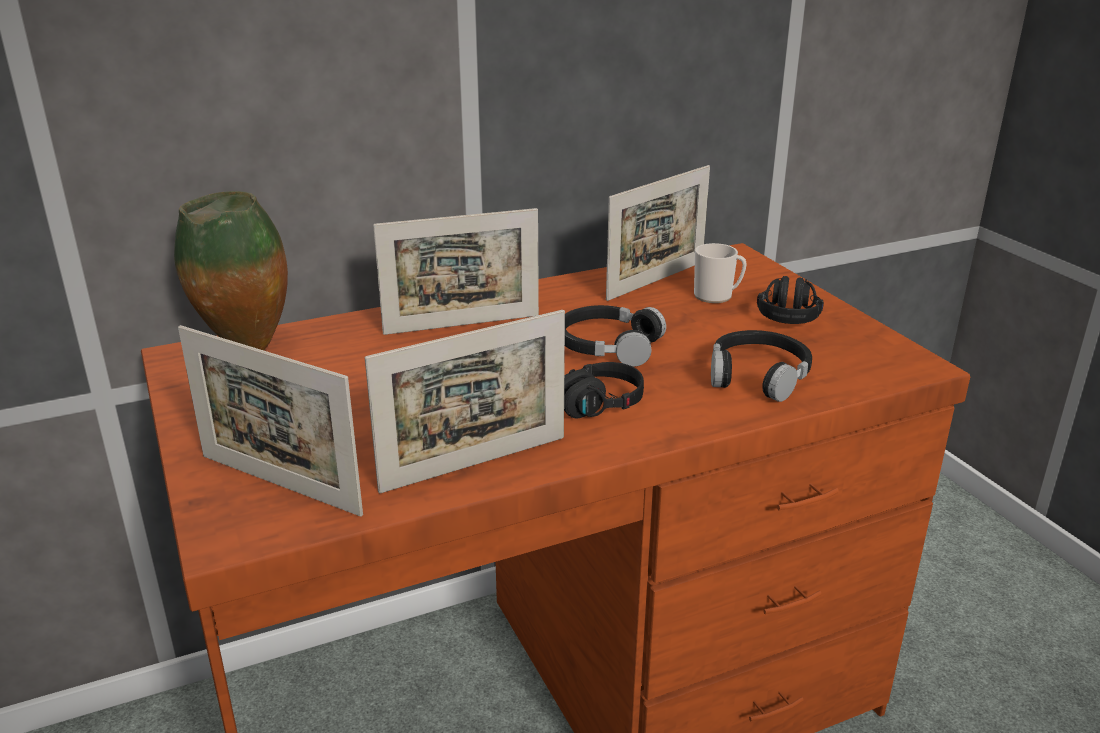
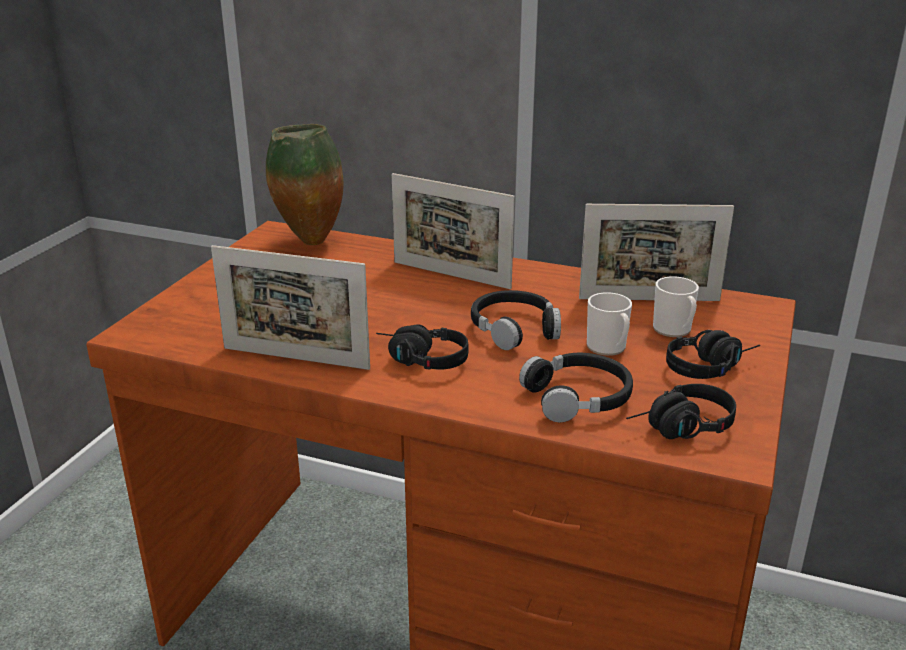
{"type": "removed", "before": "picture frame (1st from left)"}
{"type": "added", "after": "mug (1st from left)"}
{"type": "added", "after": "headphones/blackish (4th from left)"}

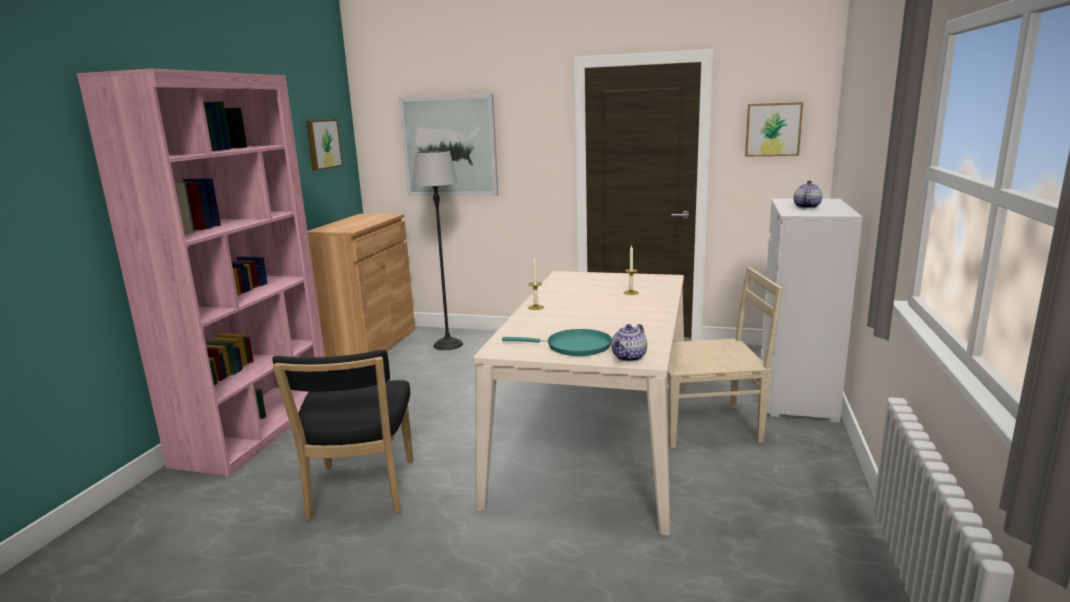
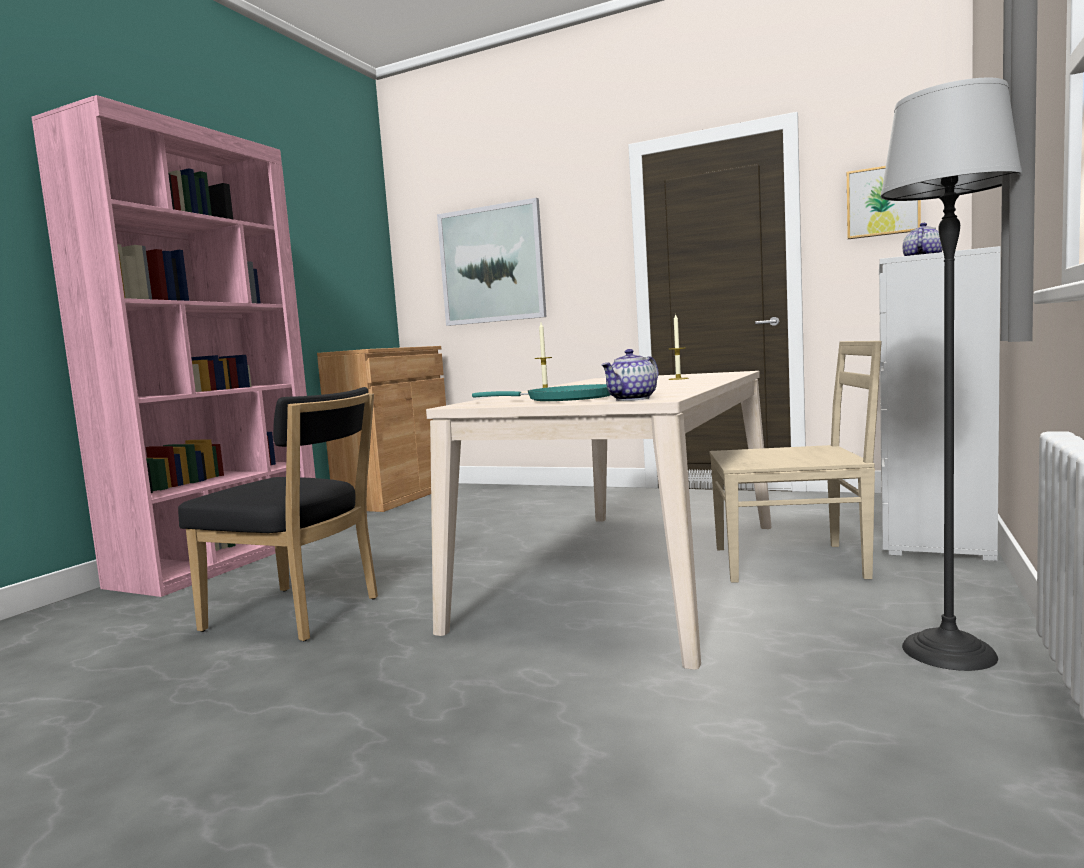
{"type": "removed", "before": "picture (1st from left)"}
{"type": "moved", "before": "floor lamp"}
{"type": "turned", "before": "plain chair/blackish", "turn": -75}

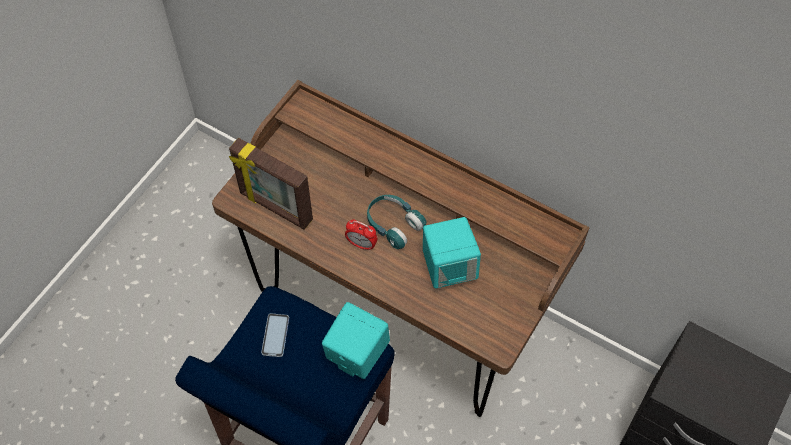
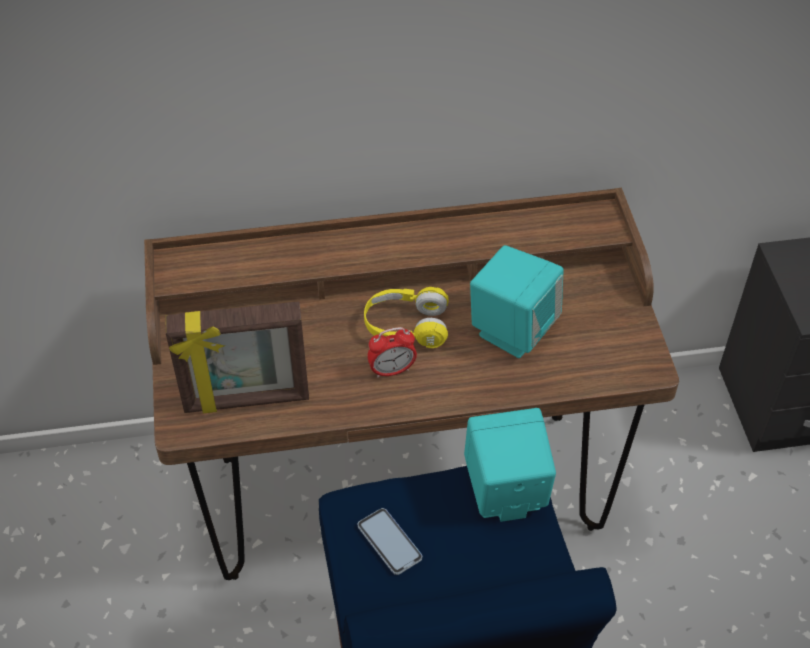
{"type": "recoloured", "before": "headphones/turquoise", "after": "headphones/yellowish"}

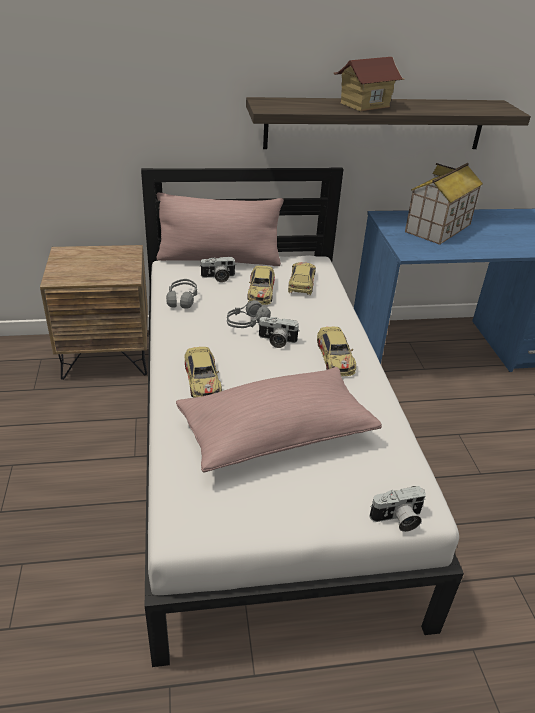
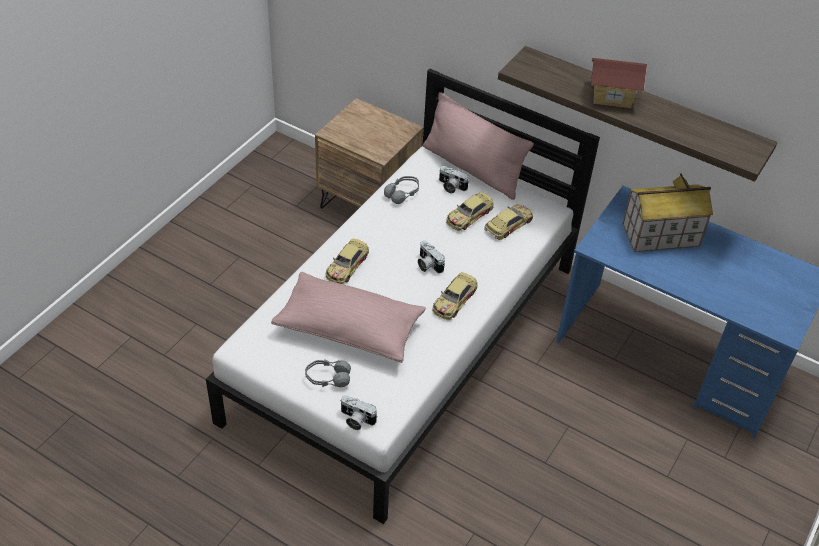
{"type": "moved", "before": "headphones/grey (2nd from left in the first image)", "after": "headphones/grey (1st from left)"}

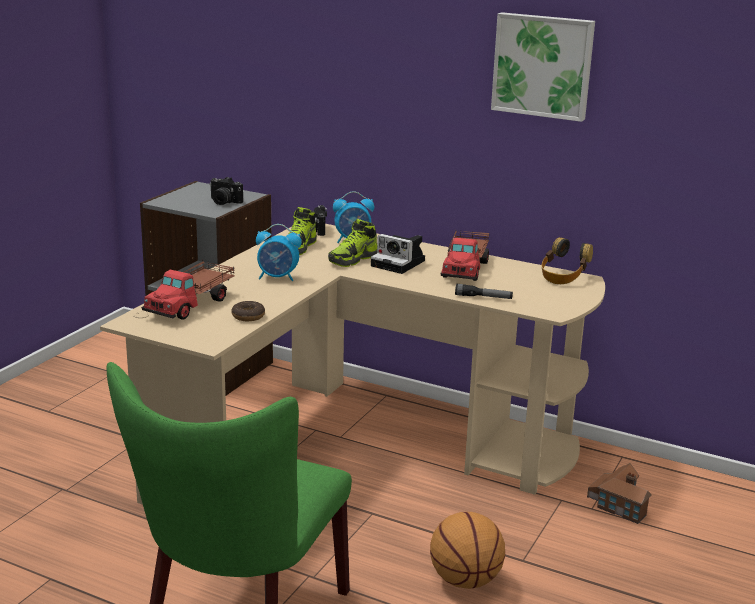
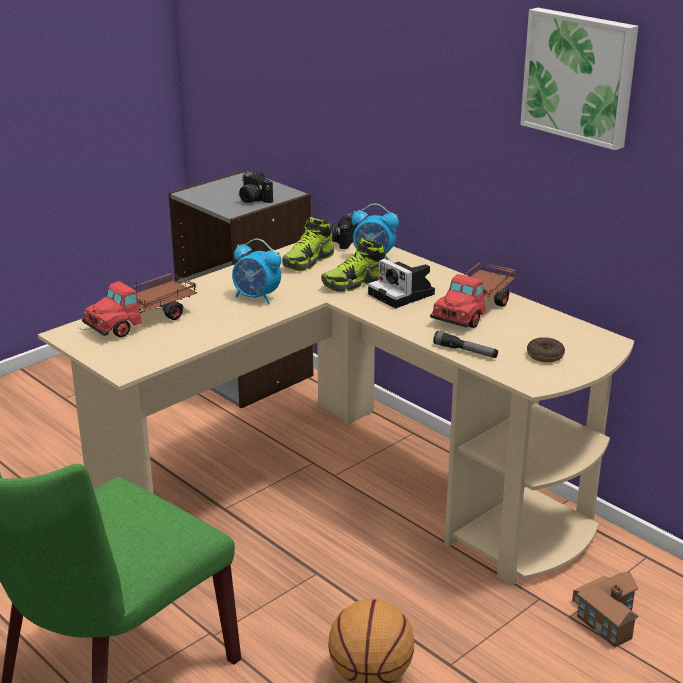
{"type": "removed", "before": "headphones"}
{"type": "moved", "before": "ring doughnut"}

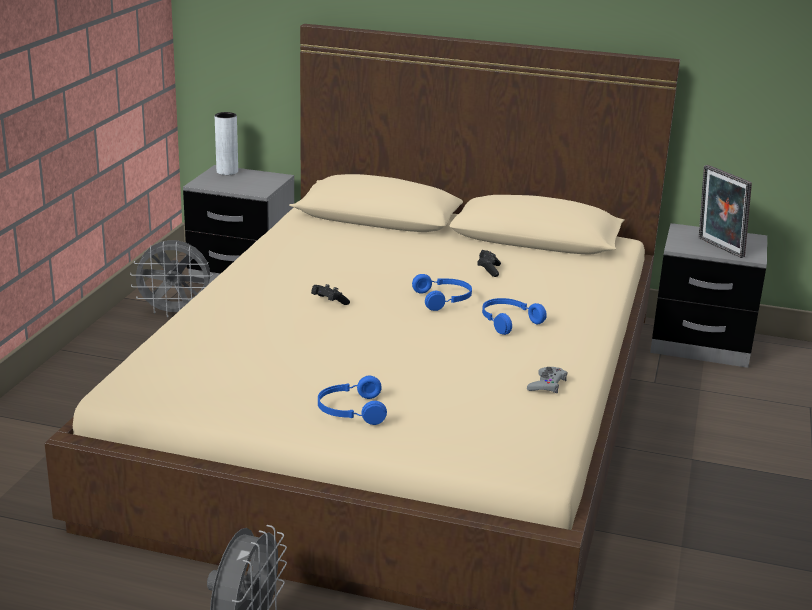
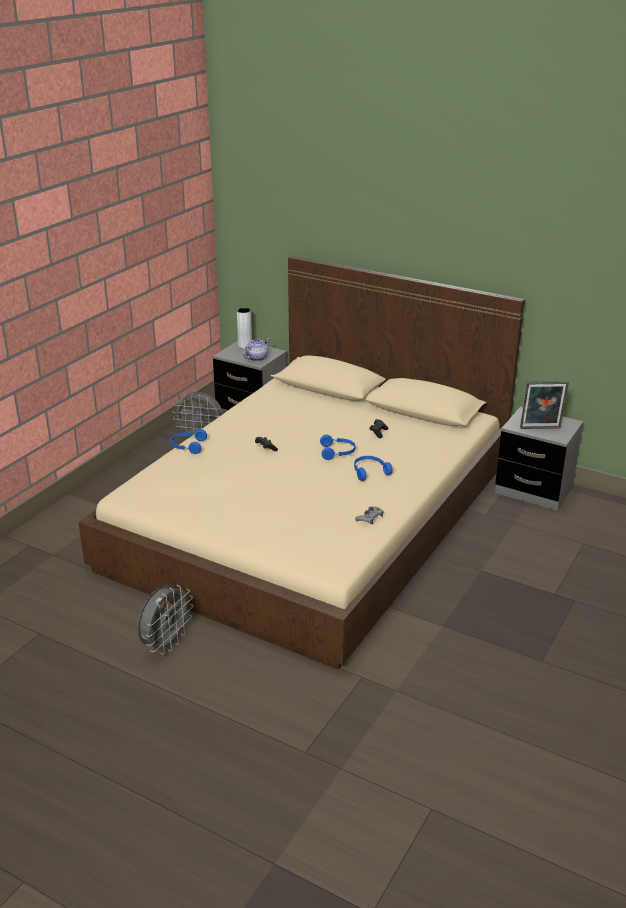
{"type": "added", "after": "teapot"}
{"type": "moved", "before": "headphones/blue-coloured (1st from left)"}
{"type": "turned", "before": "picture frame", "turn": -75}

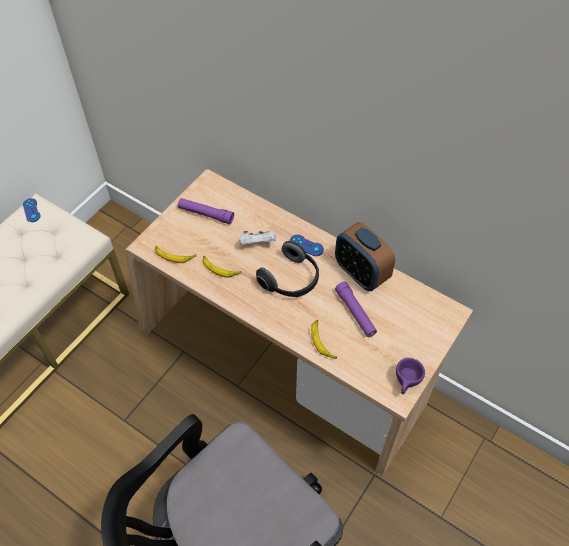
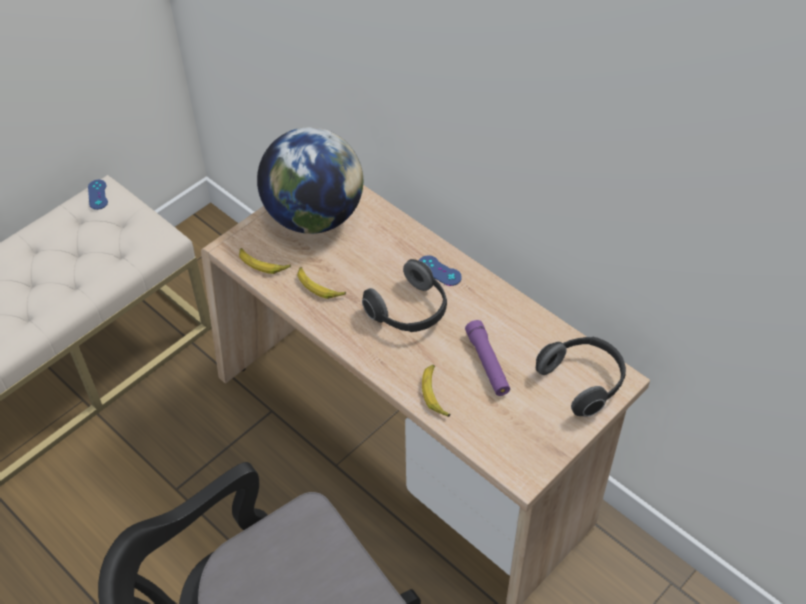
{"type": "removed", "before": "game controller/white-coloured"}
{"type": "removed", "before": "alarm clock"}
{"type": "removed", "before": "cup/purple-coloured"}
{"type": "added", "after": "headphones (2nd from left)"}
{"type": "replaced", "before": "torch/purple-coloured (1st from left)", "after": "desk globe"}

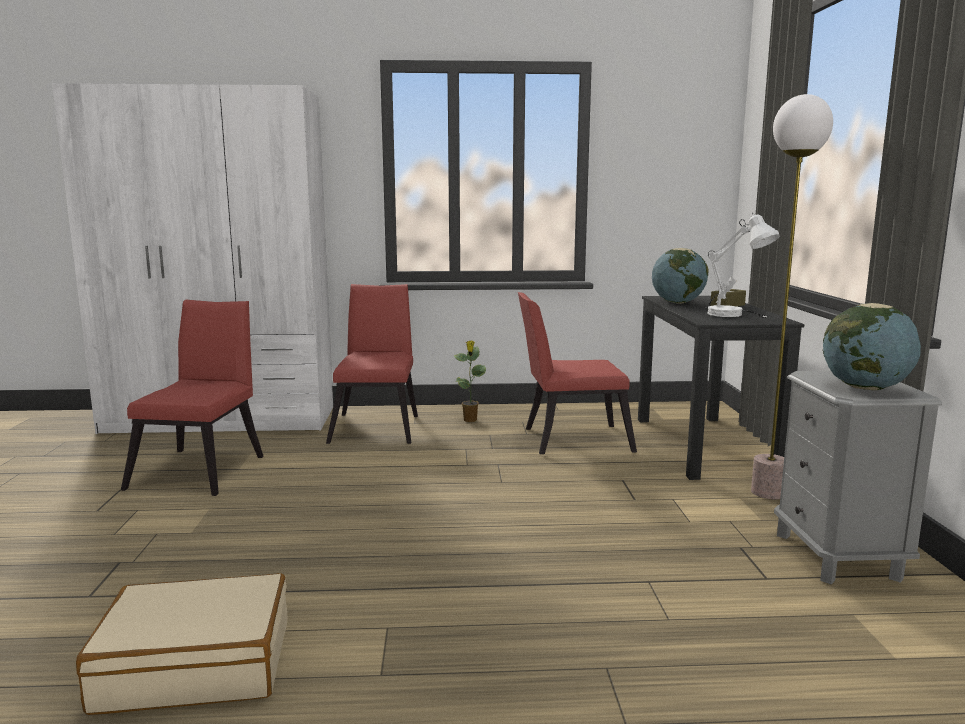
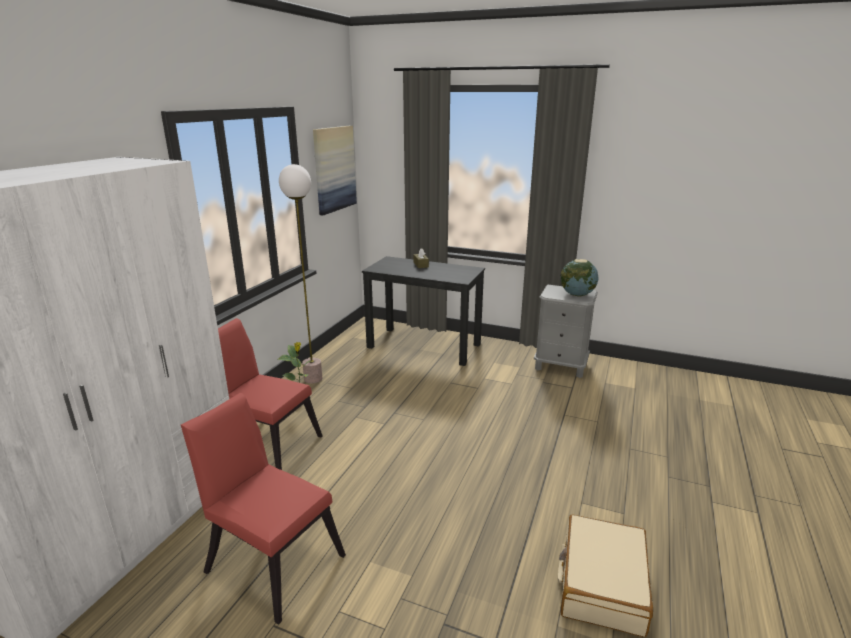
{"type": "removed", "before": "plain chair/reddish (3rd from left)"}
{"type": "removed", "before": "desk globe (1st from left)"}
{"type": "removed", "before": "table lamp/white-coloured"}
{"type": "added", "after": "picture"}
{"type": "moved", "before": "floor lamp"}

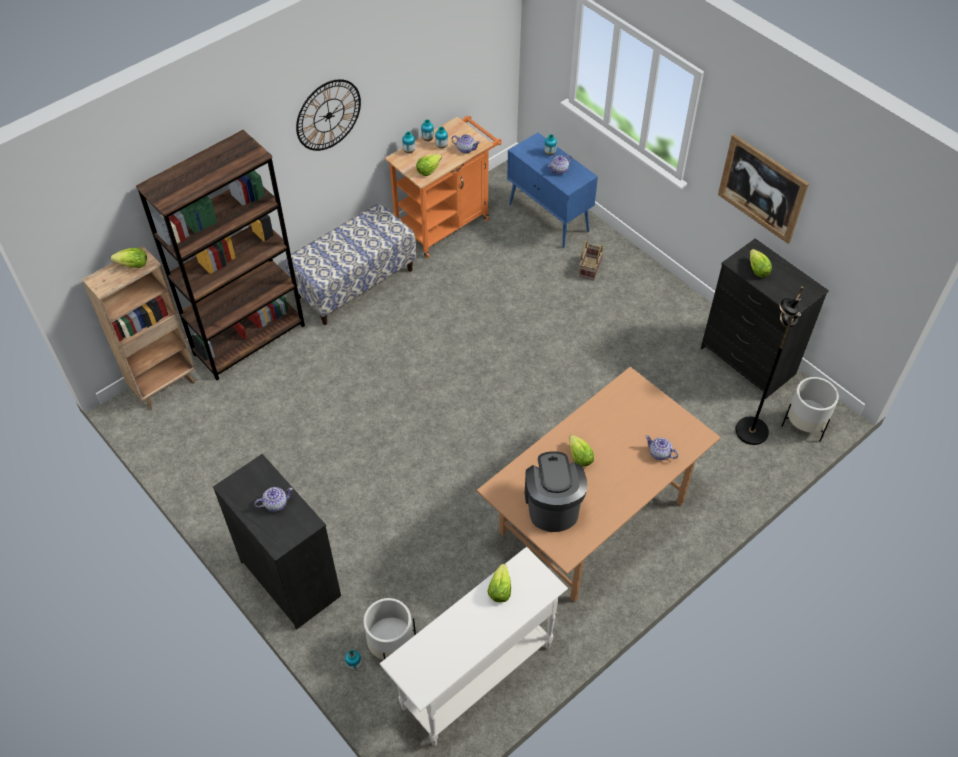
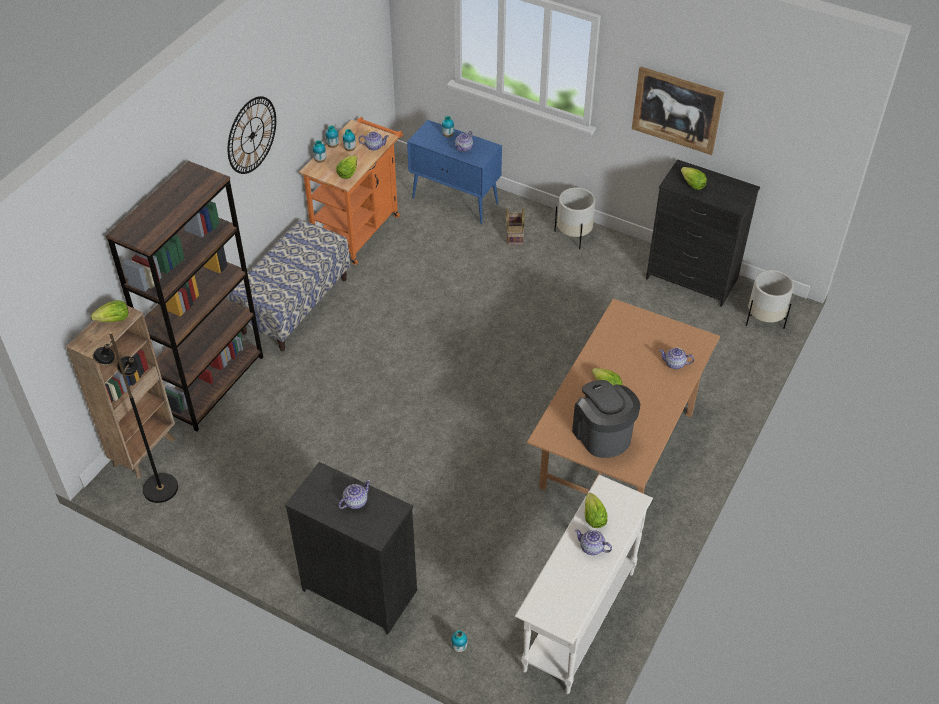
{"type": "added", "after": "teapot (4th from left)"}
{"type": "moved", "before": "plant pot/white-coloured (1st from left)"}
{"type": "moved", "before": "floor lamp/blackish"}

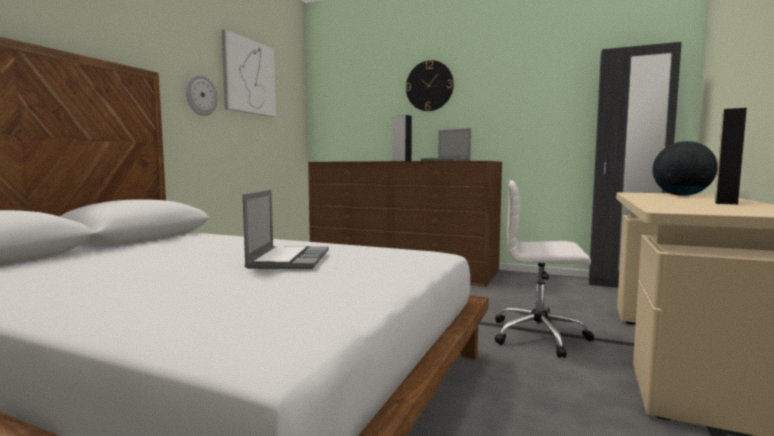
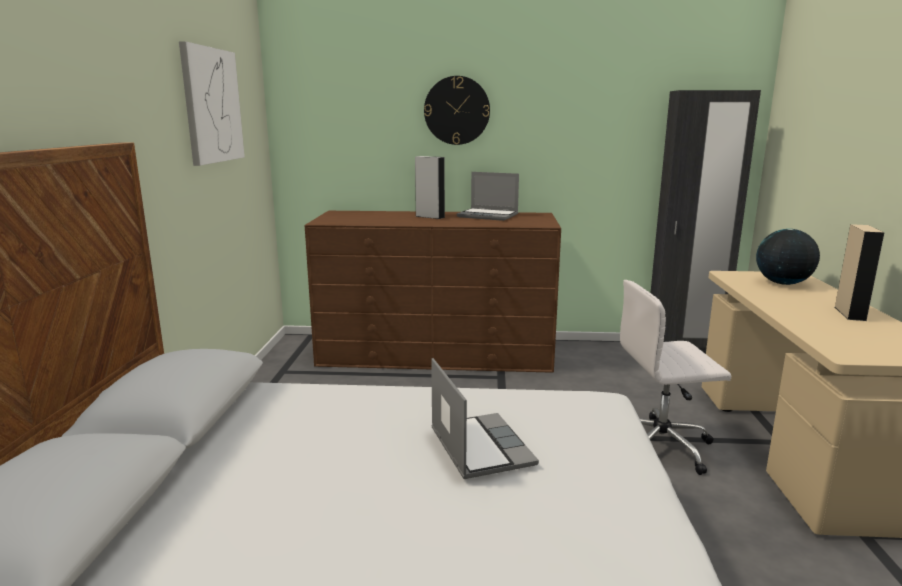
{"type": "removed", "before": "clock on the wall (1st from left)"}

